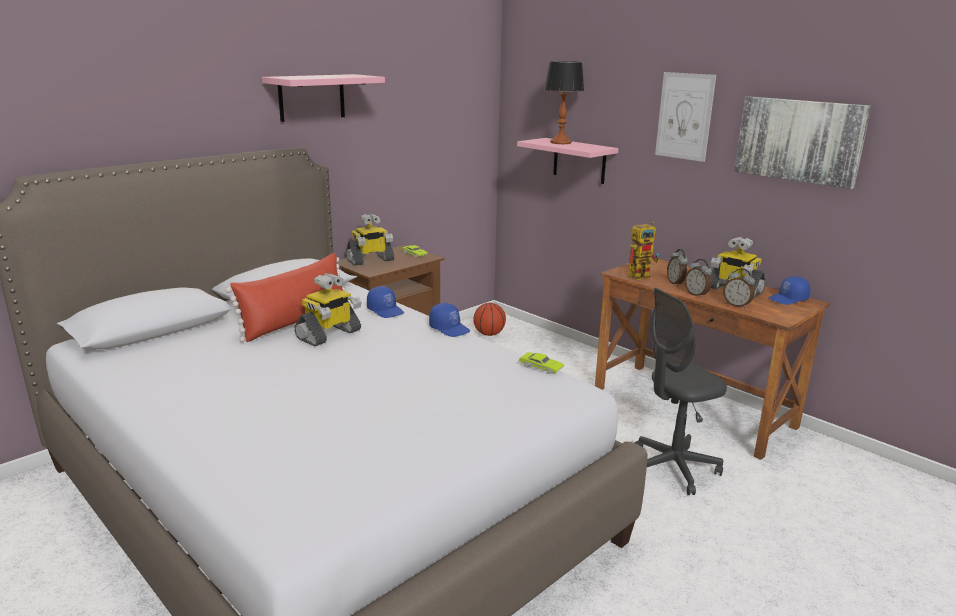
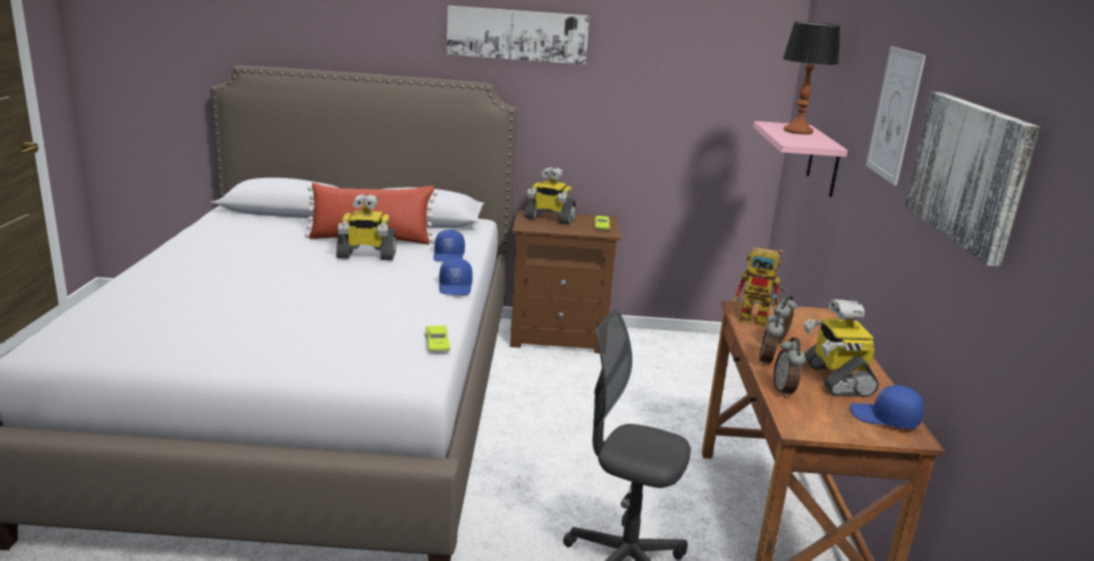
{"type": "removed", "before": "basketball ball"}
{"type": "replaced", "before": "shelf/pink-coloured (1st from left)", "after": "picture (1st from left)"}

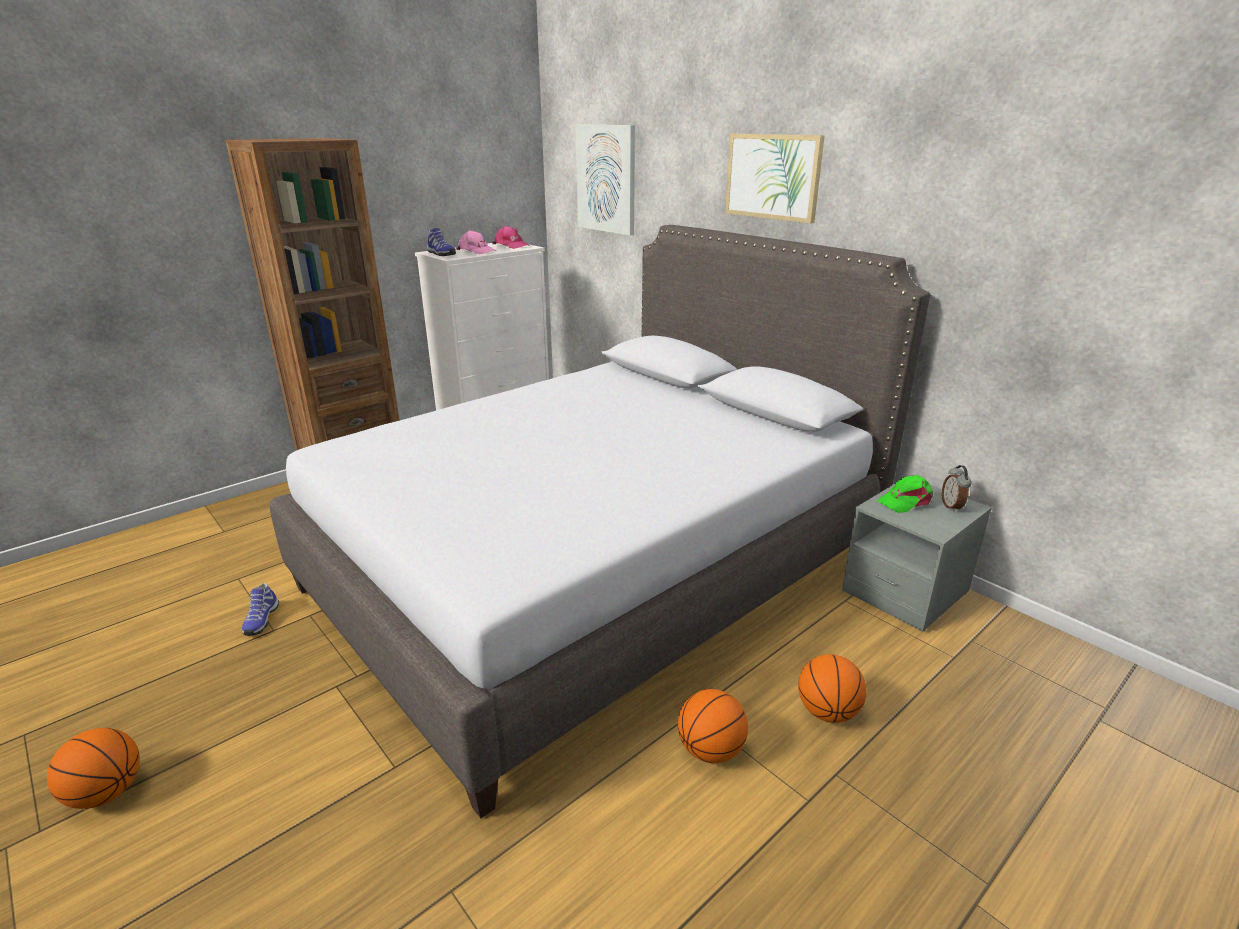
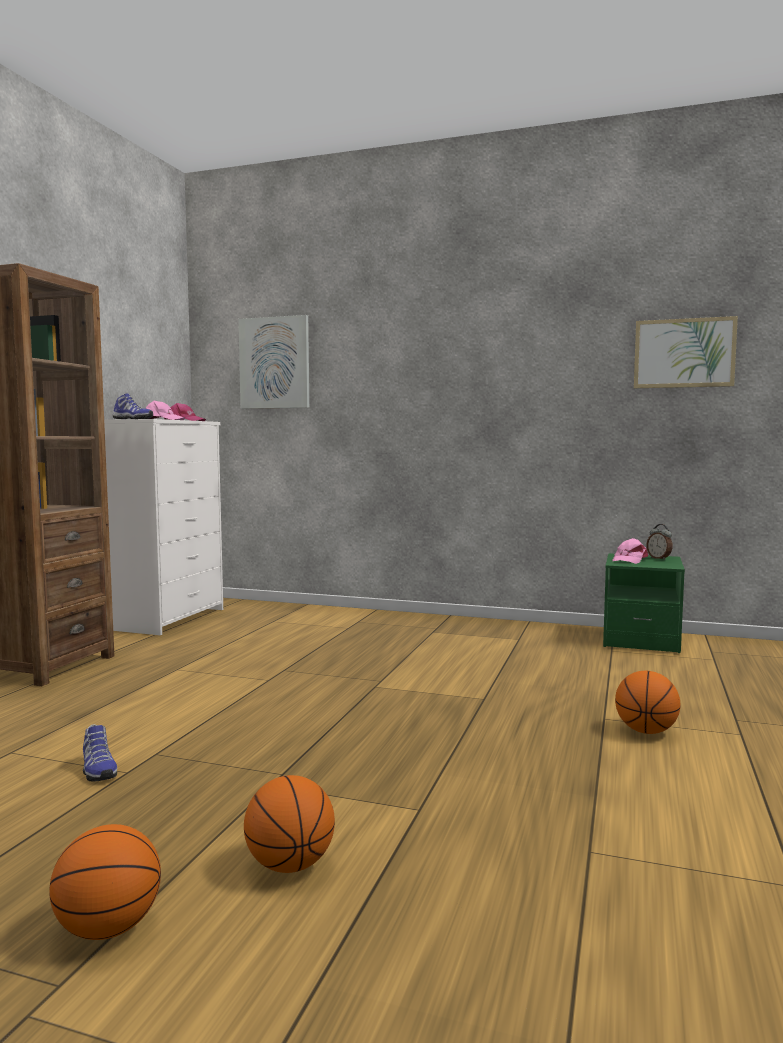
{"type": "removed", "before": "bed/grey"}
{"type": "moved", "before": "picture (2nd from left)"}
{"type": "moved", "before": "basketball ball (3rd from left in the first image)", "after": "basketball ball (2nd from left)"}
{"type": "recoloured", "before": "bedside table/grey", "after": "bedside table/green"}
{"type": "recoloured", "before": "baseball cap/green", "after": "baseball cap/pink-coloured (3rd from left)"}

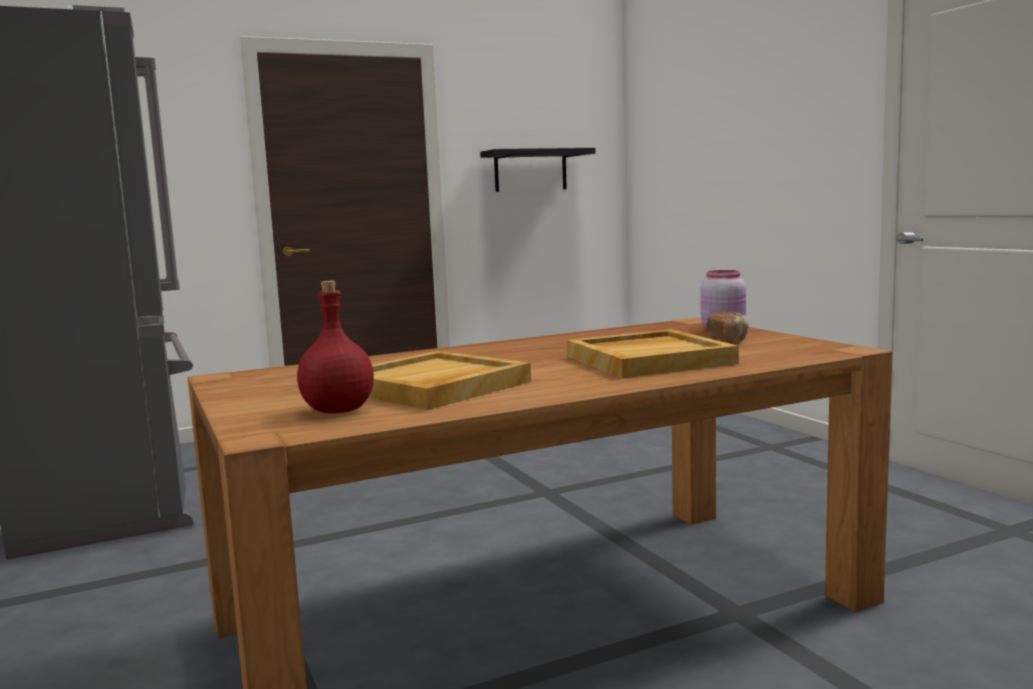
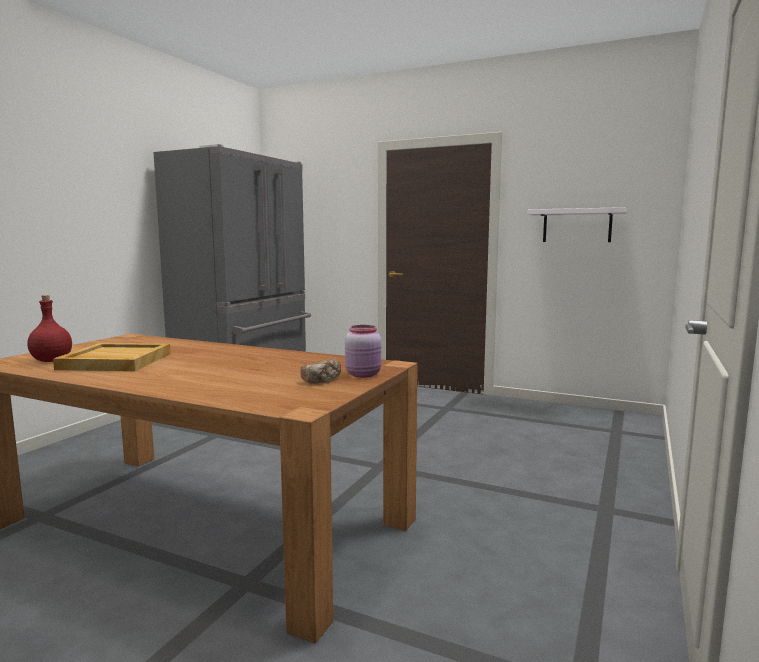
{"type": "removed", "before": "carrying tray/sand-coloured (2nd from left)"}
{"type": "recoloured", "before": "shelf/blackish", "after": "shelf/white-coloured"}

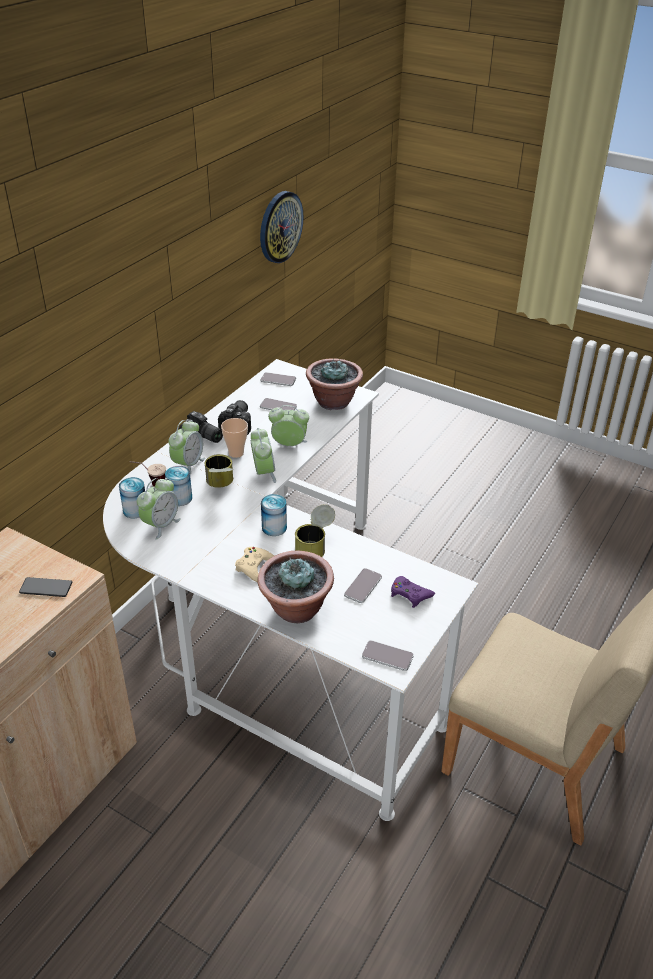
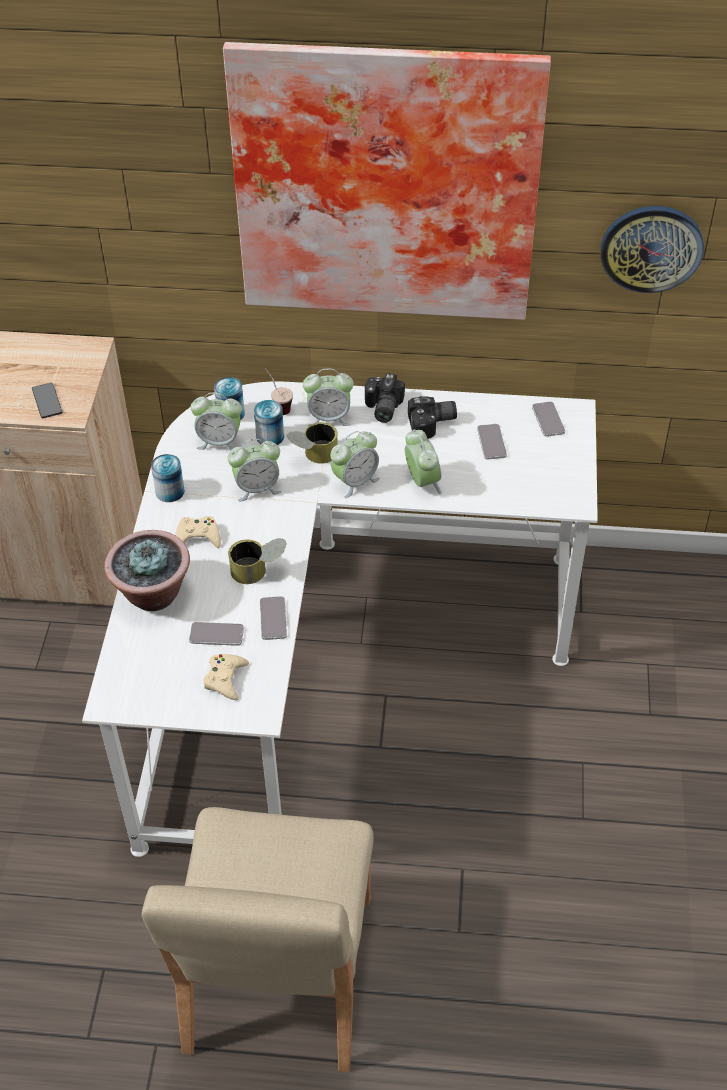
{"type": "removed", "before": "cup (2nd from left)"}
{"type": "removed", "before": "plant in a pot (2nd from left)"}
{"type": "added", "after": "picture"}
{"type": "added", "after": "alarm clock (2nd from left)"}
{"type": "moved", "before": "metal can (4th from left in the first image)", "after": "metal can (1st from left)"}
{"type": "moved", "before": "telephone (5th from left in the first image)", "after": "telephone (3rd from left)"}
{"type": "recoloured", "before": "game controller/purple-coloured", "after": "game controller/sand-coloured (2nd from left)"}

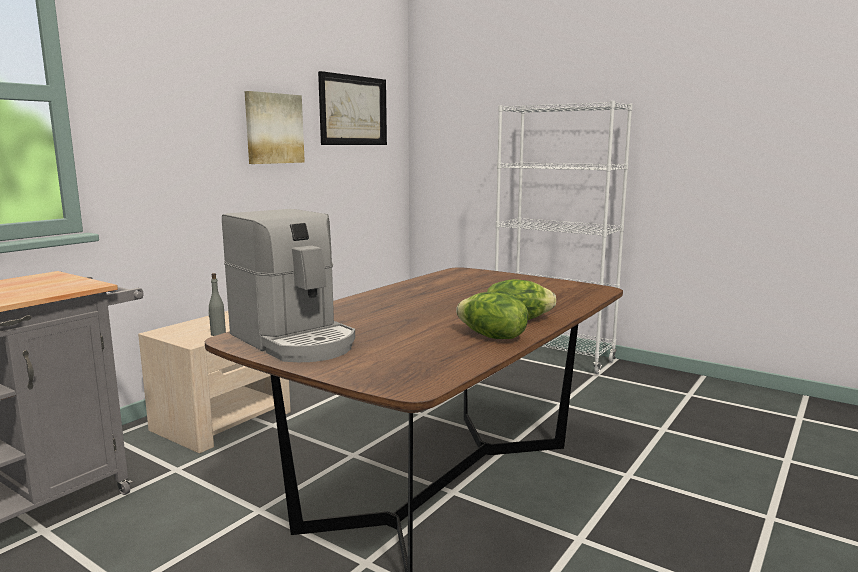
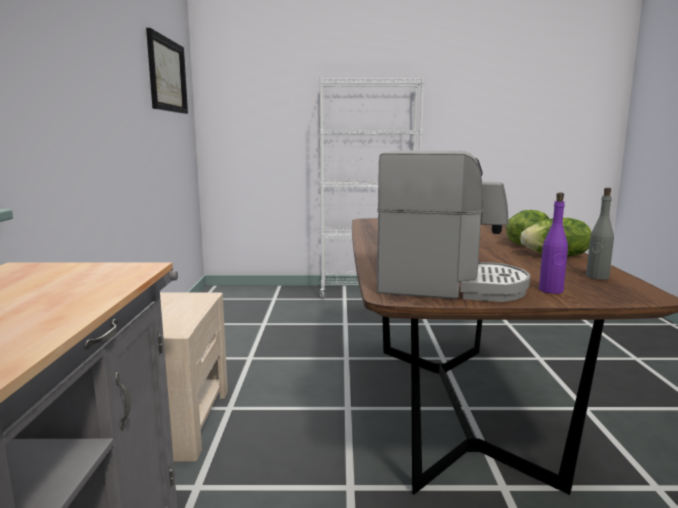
{"type": "removed", "before": "picture (1st from left)"}
{"type": "added", "after": "drink bottle/purple-coloured"}
{"type": "moved", "before": "drink bottle/grey"}

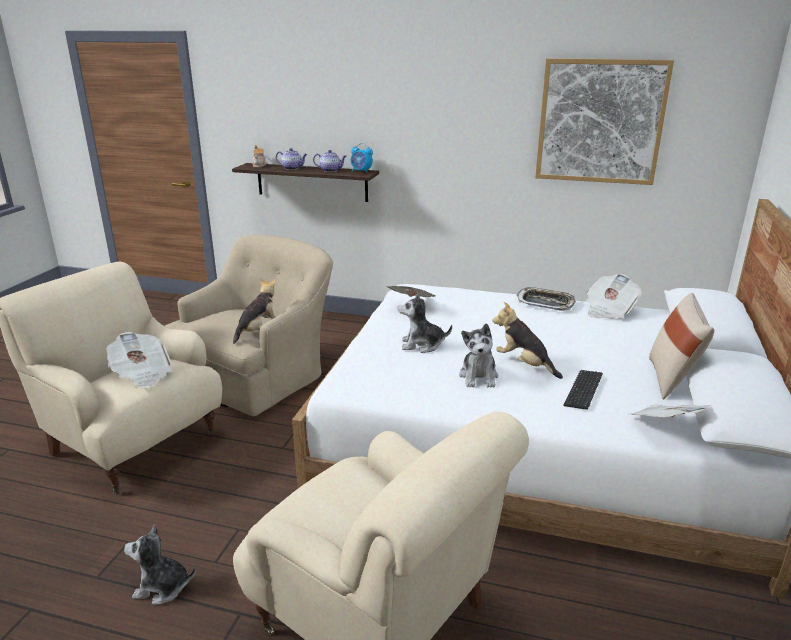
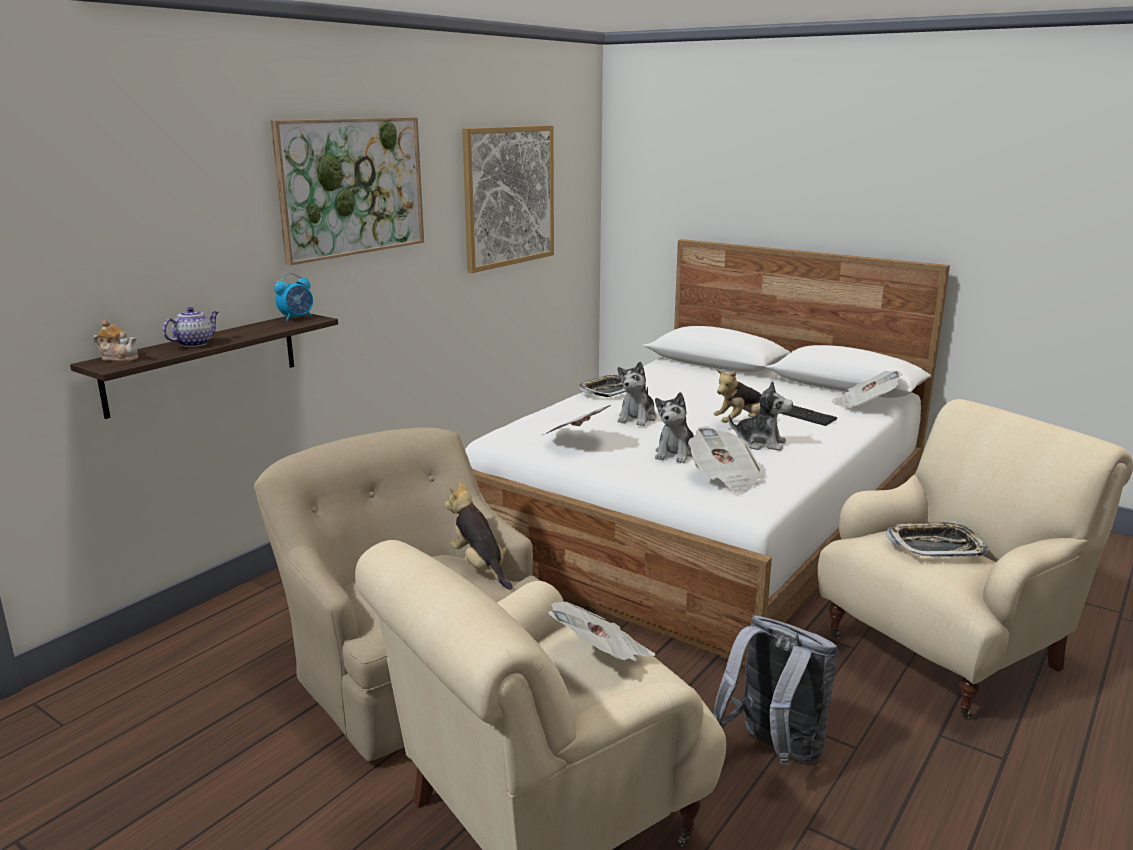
{"type": "removed", "before": "teapot (3rd from left)"}
{"type": "removed", "before": "pillow/sand-coloured"}
{"type": "added", "after": "picture (1st from left)"}
{"type": "added", "after": "rucksack/grey"}
{"type": "added", "after": "carrying tray (2nd from left)"}
{"type": "moved", "before": "plush toy (1st from left in the first image)", "after": "plush toy (2nd from left)"}
{"type": "moved", "before": "daily paper (3rd from left)"}

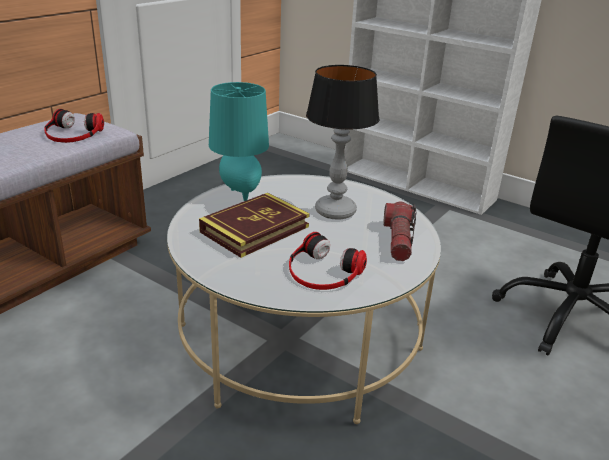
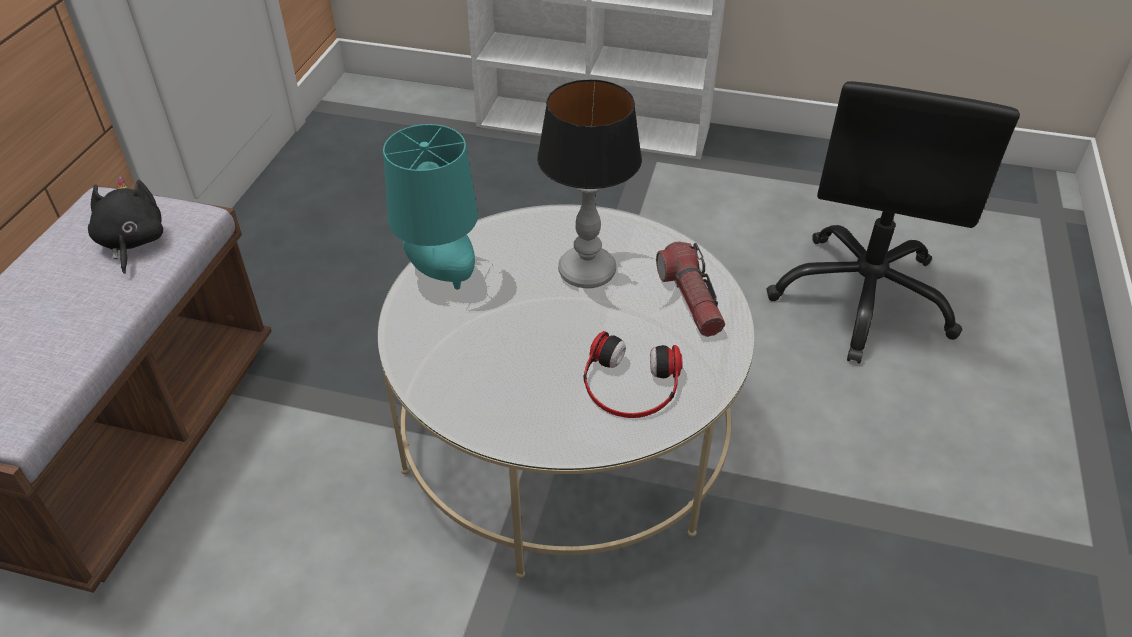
{"type": "removed", "before": "book"}
{"type": "replaced", "before": "headphones (1st from left)", "after": "plush toy/blackish"}

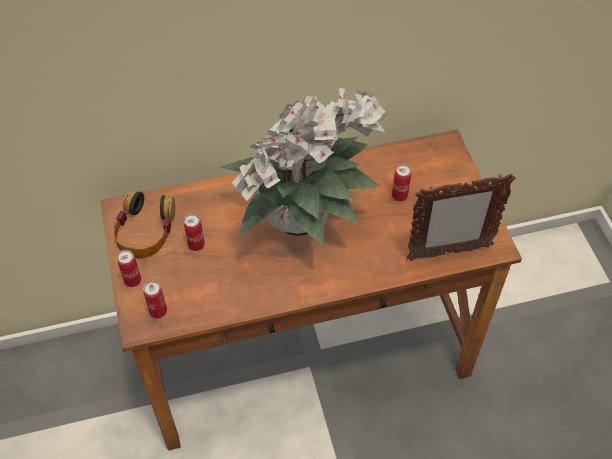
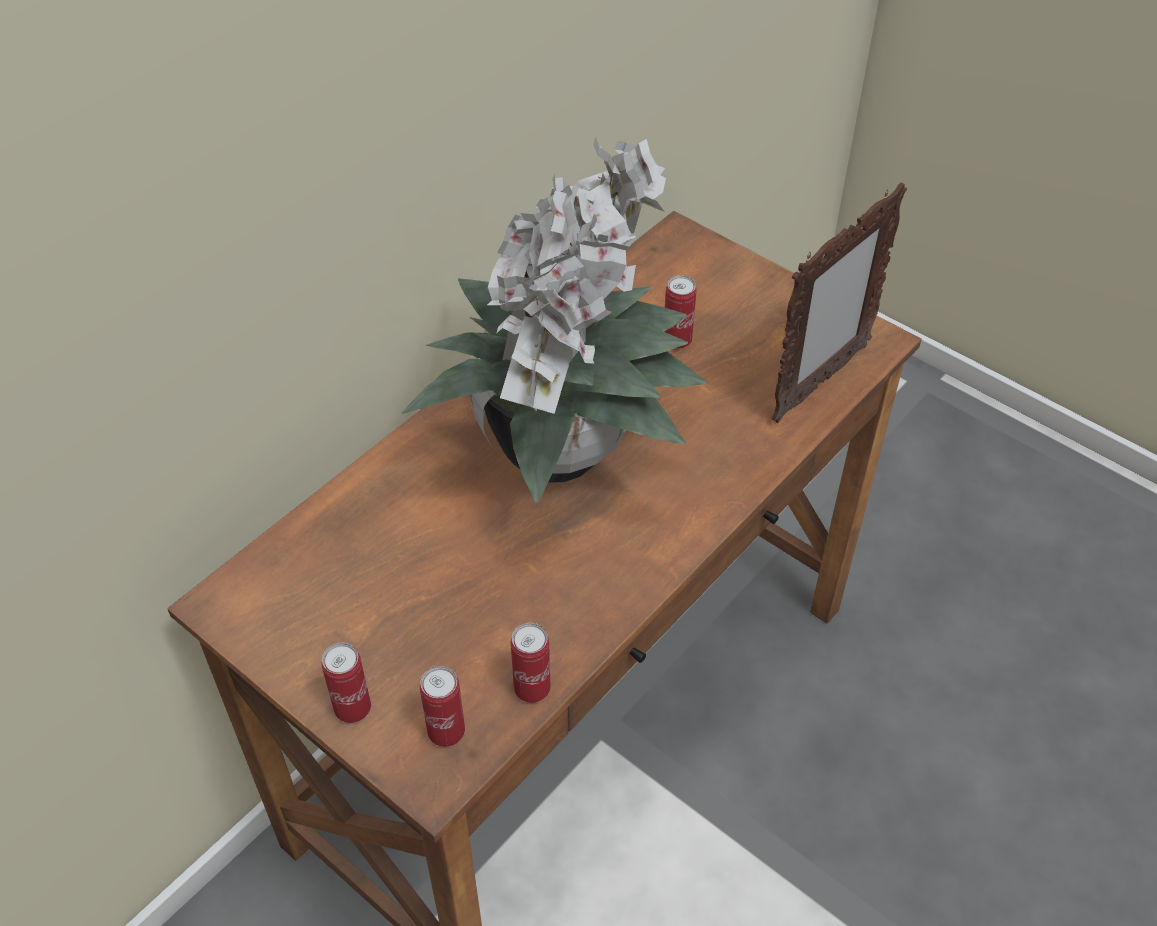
{"type": "removed", "before": "headphones"}
{"type": "moved", "before": "metal can (3rd from left)"}

